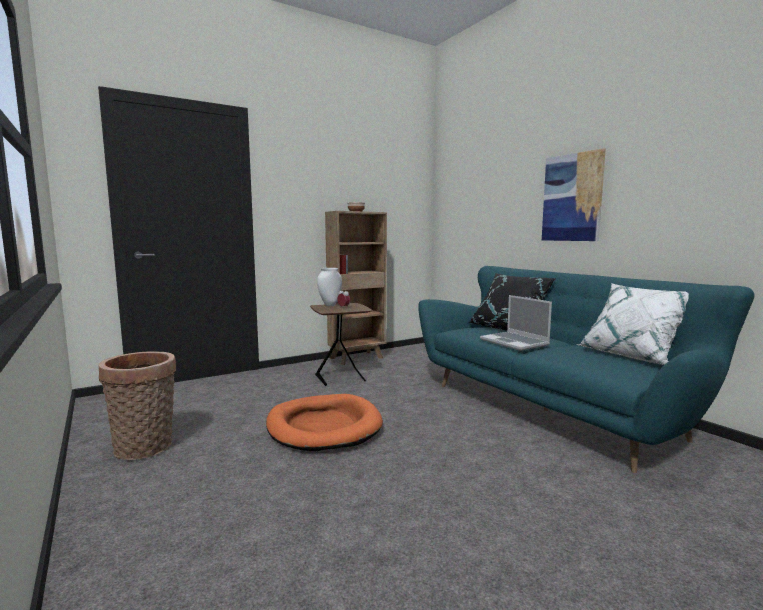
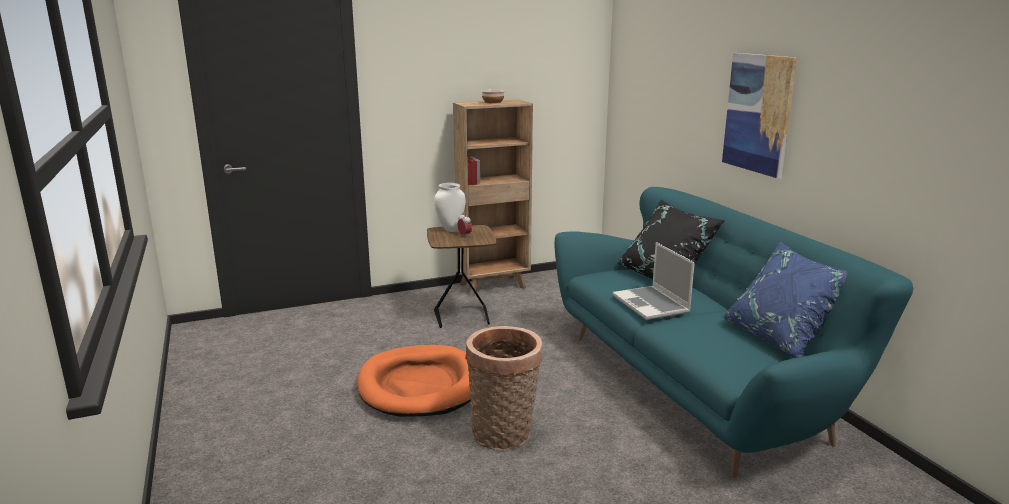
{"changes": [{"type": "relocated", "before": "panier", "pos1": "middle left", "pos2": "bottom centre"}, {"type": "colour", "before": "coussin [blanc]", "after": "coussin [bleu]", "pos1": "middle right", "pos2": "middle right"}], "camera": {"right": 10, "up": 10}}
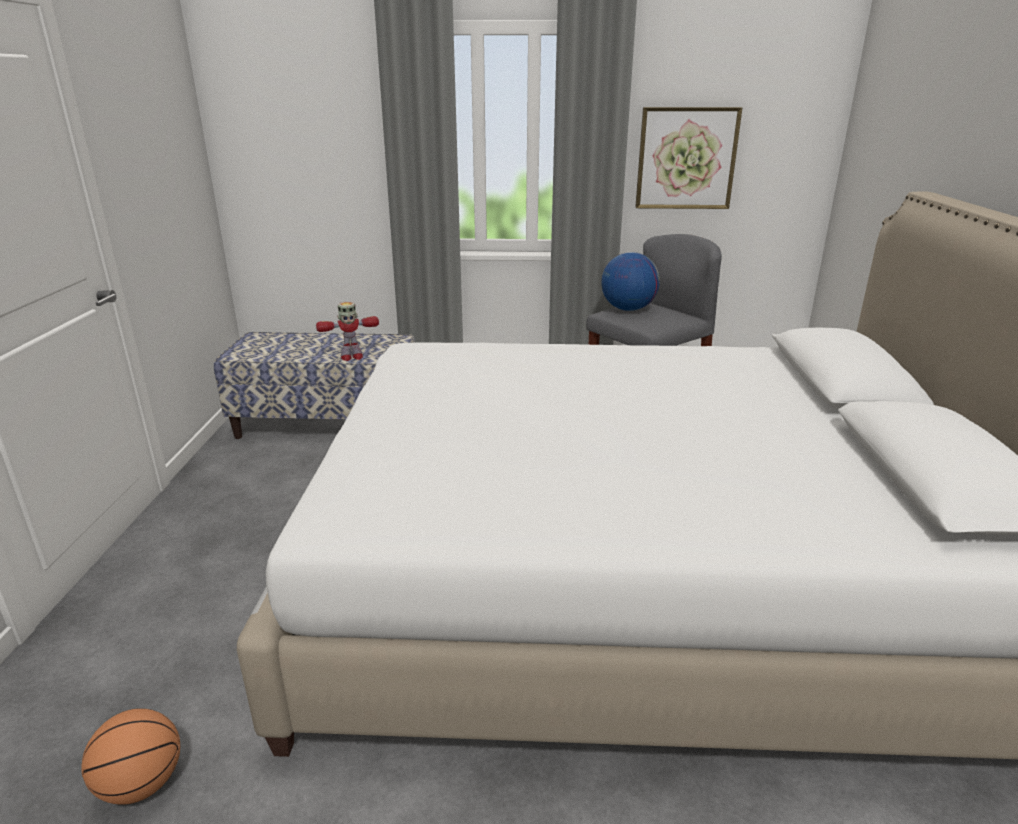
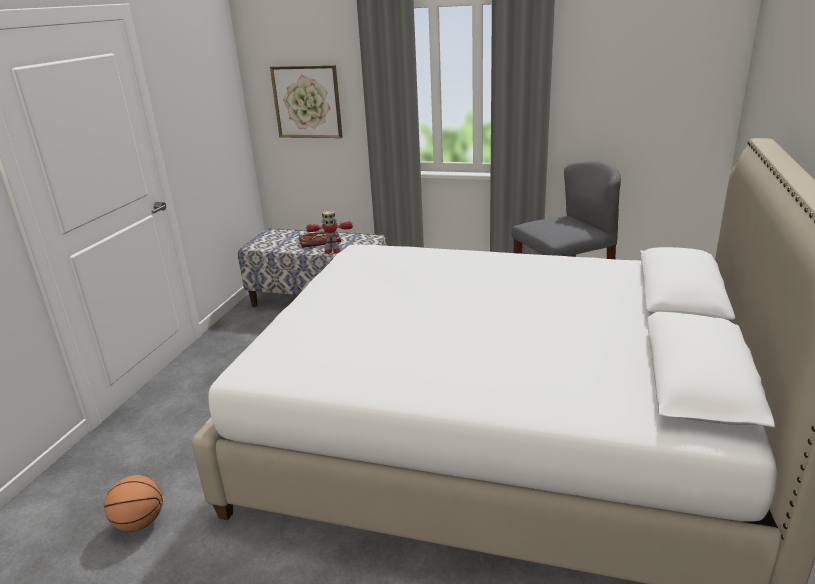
{"changes": [{"type": "missing", "before": "globe", "pos1": "centre"}, {"type": "relocated", "before": "tableau", "pos1": "top right", "pos2": "top centre"}, {"type": "appeared", "after": "livre", "pos2": "centre"}], "camera": {"right": 15, "up": 0}}
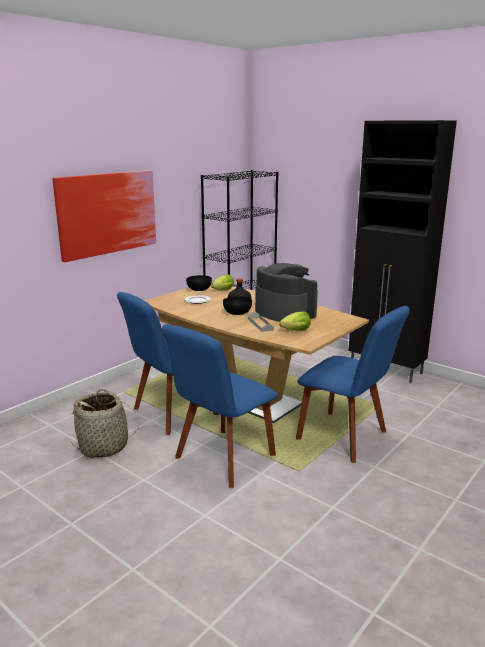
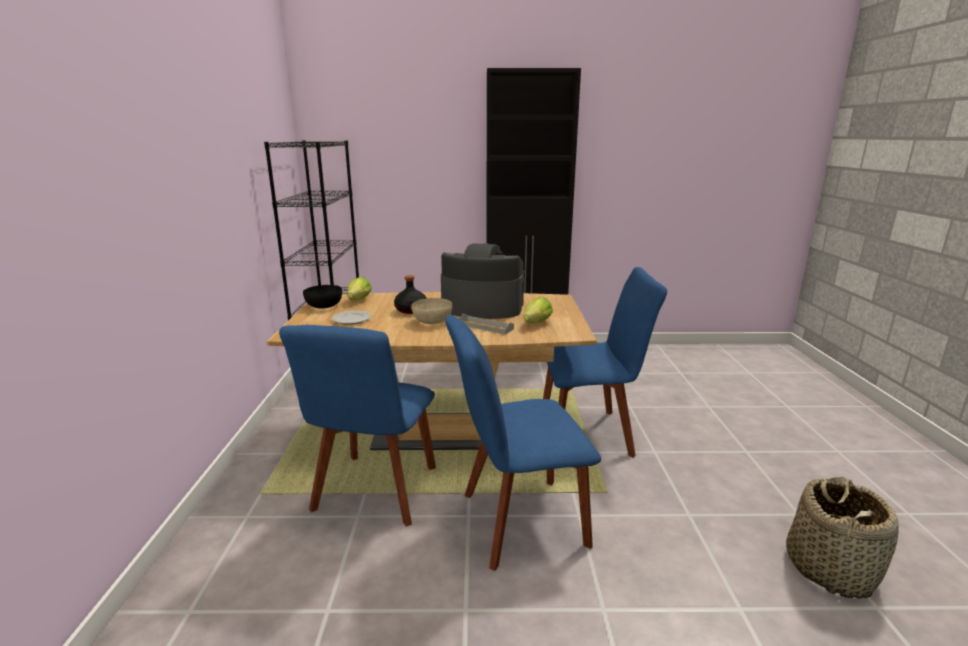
{"changes": [{"type": "missing", "before": "tableau", "pos1": "middle left"}, {"type": "relocated", "before": "panier", "pos1": "middle left", "pos2": "bottom right"}, {"type": "spun", "before": "chaise [bleu] (no. 2 from left)", "pos1": "centre", "pos2": "bottom centre", "turn": 75}, {"type": "colour", "before": "bol [noir] (no. 2 from left)", "after": "bol [beige]", "pos1": "centre", "pos2": "centre"}], "camera": {"right": -40, "up": 0}}
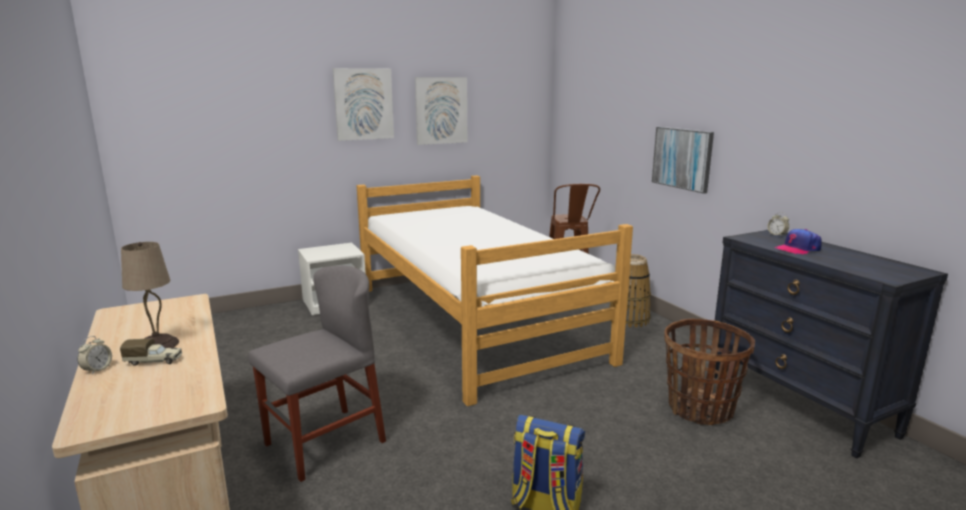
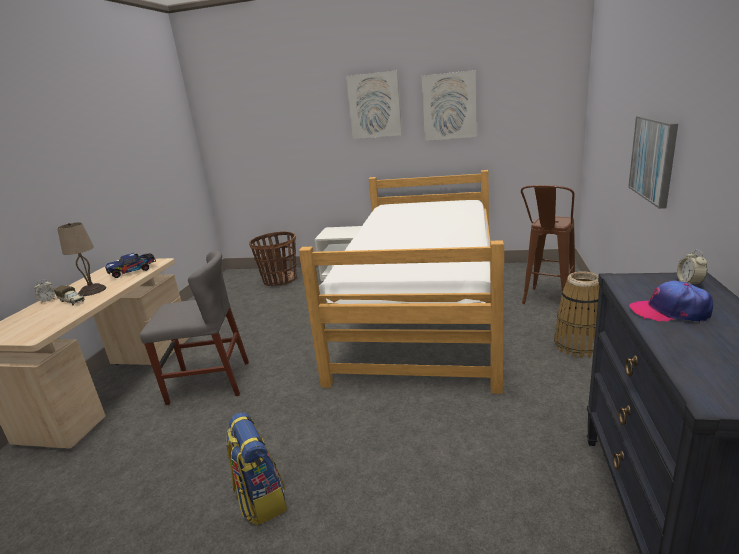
{"changes": [{"type": "relocated", "before": "panier (no. 2 from left in the first image)", "after": "panier (no. 1 from left)", "pos1": "bottom right", "pos2": "centre"}, {"type": "appeared", "after": "camion jouet (no. 2 from left)", "pos2": "middle left"}], "camera": {"right": 40, "up": 5}}
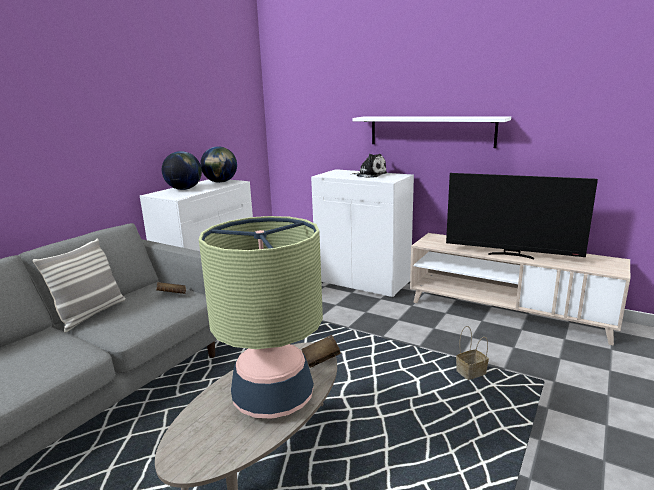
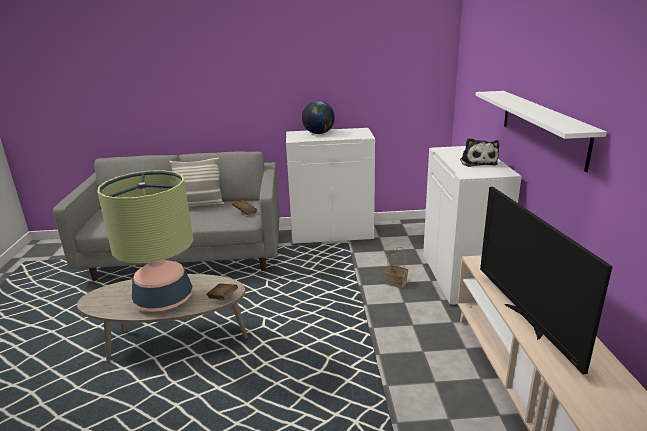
{"changes": [{"type": "missing", "before": "globe (no. 2 from left)", "pos1": "centre"}, {"type": "relocated", "before": "panier", "pos1": "bottom right", "pos2": "centre"}], "camera": {"right": 55, "up": 5}}
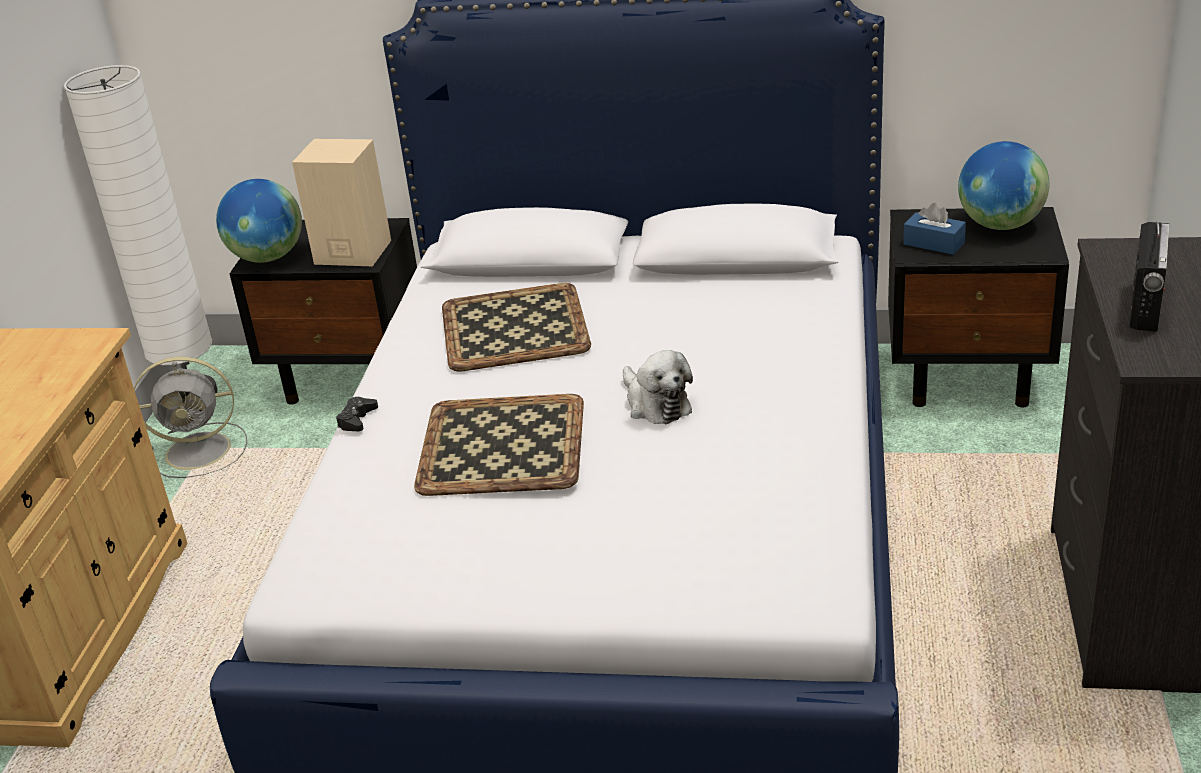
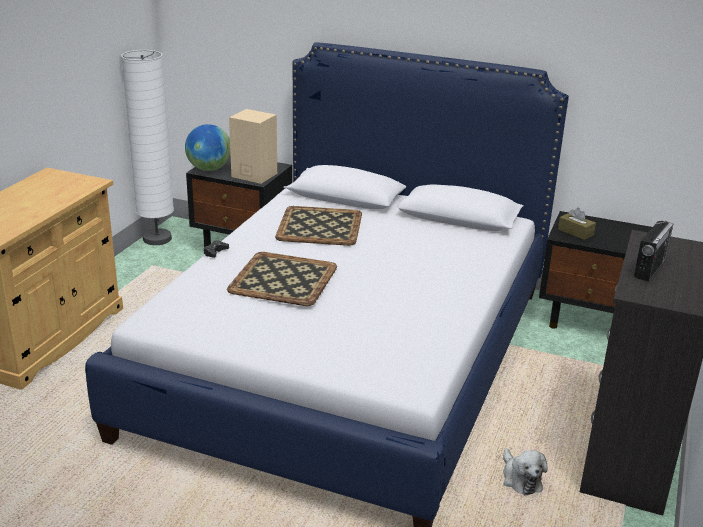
{"changes": [{"type": "missing", "before": "ventilateur [gris]", "pos1": "middle left"}, {"type": "relocated", "before": "peluche", "pos1": "centre", "pos2": "bottom right"}, {"type": "colour", "before": "boîte à mouchoirs [bleu]", "after": "boîte à mouchoirs [marron]", "pos1": "top right", "pos2": "middle right"}, {"type": "missing", "before": "globe (no. 2 from left)", "pos1": "top right"}], "camera": {"right": 10, "up": -5}}
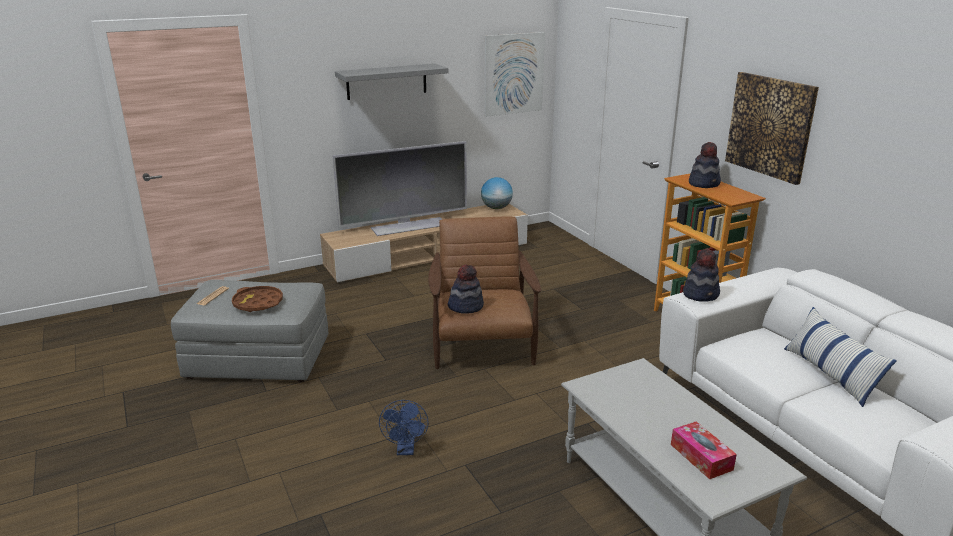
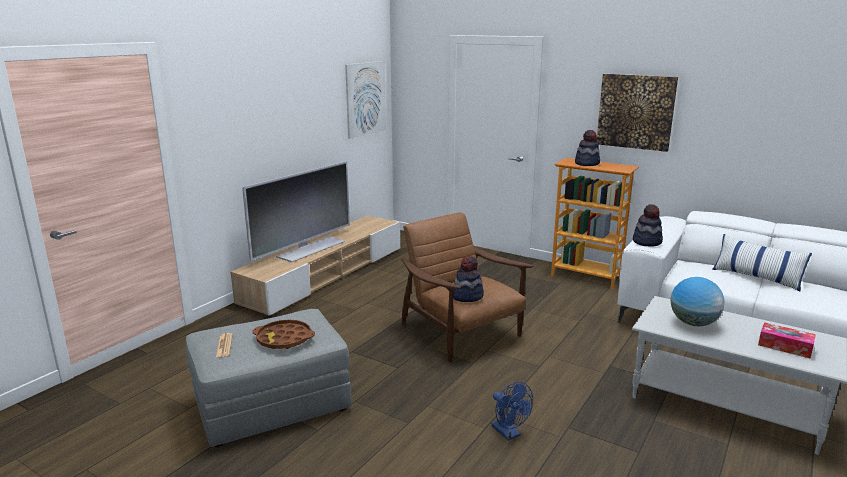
{"changes": [{"type": "missing", "before": "étagère [gris]", "pos1": "top centre"}, {"type": "relocated", "before": "globe", "pos1": "centre", "pos2": "middle right"}], "camera": {"right": -30, "up": -5}}
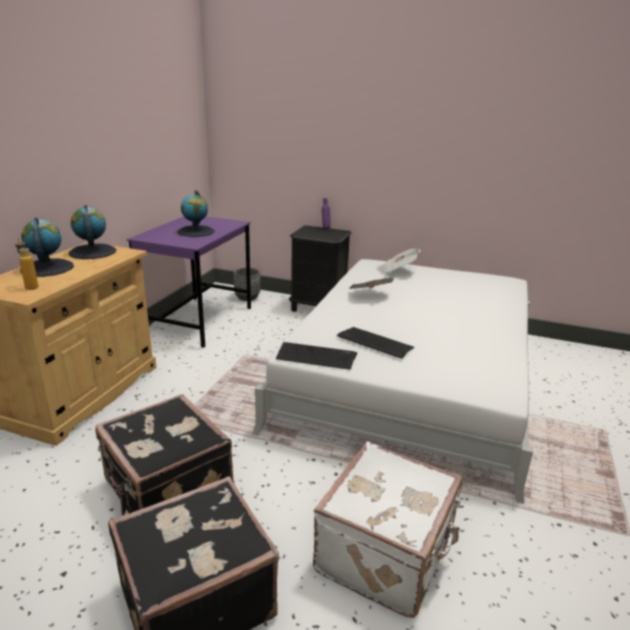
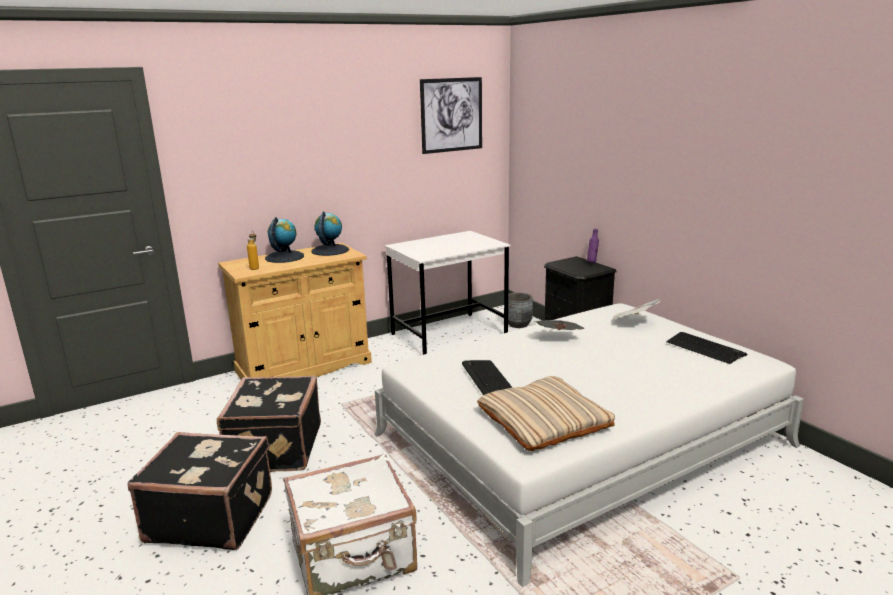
{"changes": [{"type": "colour", "before": "bureau [violet]", "after": "bureau [blanc]", "pos1": "middle left", "pos2": "centre"}, {"type": "missing", "before": "globe (no. 3 from left)", "pos1": "middle left"}, {"type": "relocated", "before": "clavier (no. 1 from left in the first image)", "after": "clavier (no. 2 from left)", "pos1": "centre", "pos2": "middle right"}, {"type": "appeared", "after": "tableau", "pos2": "top centre"}, {"type": "appeared", "after": "coussin [beige]", "pos2": "bottom centre"}], "camera": {"right": 40, "up": -5}}
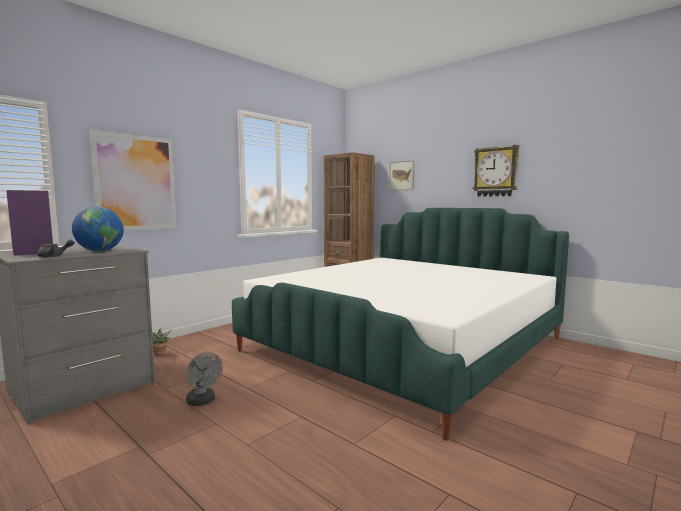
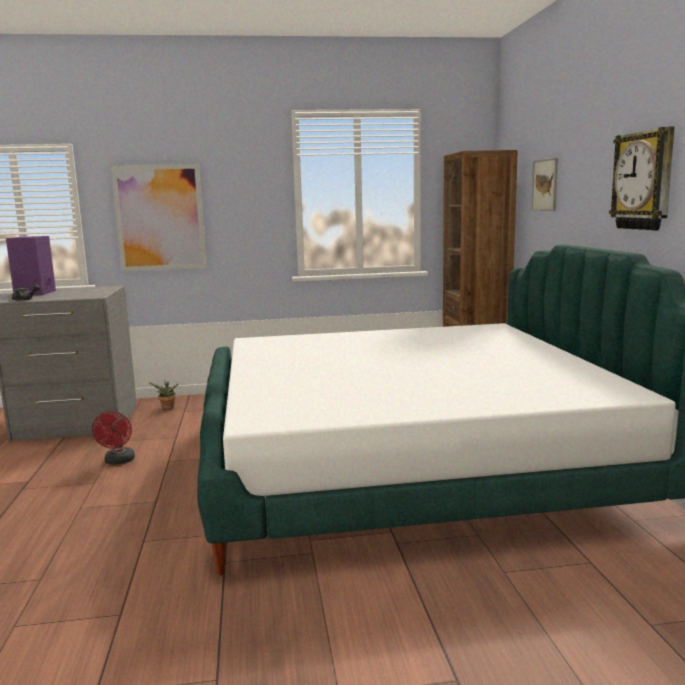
{"changes": [{"type": "missing", "before": "globe", "pos1": "middle left"}, {"type": "colour", "before": "ventilateur [gris]", "after": "ventilateur [rouge]", "pos1": "bottom left", "pos2": "middle left"}], "camera": {"right": 40, "up": 5}}
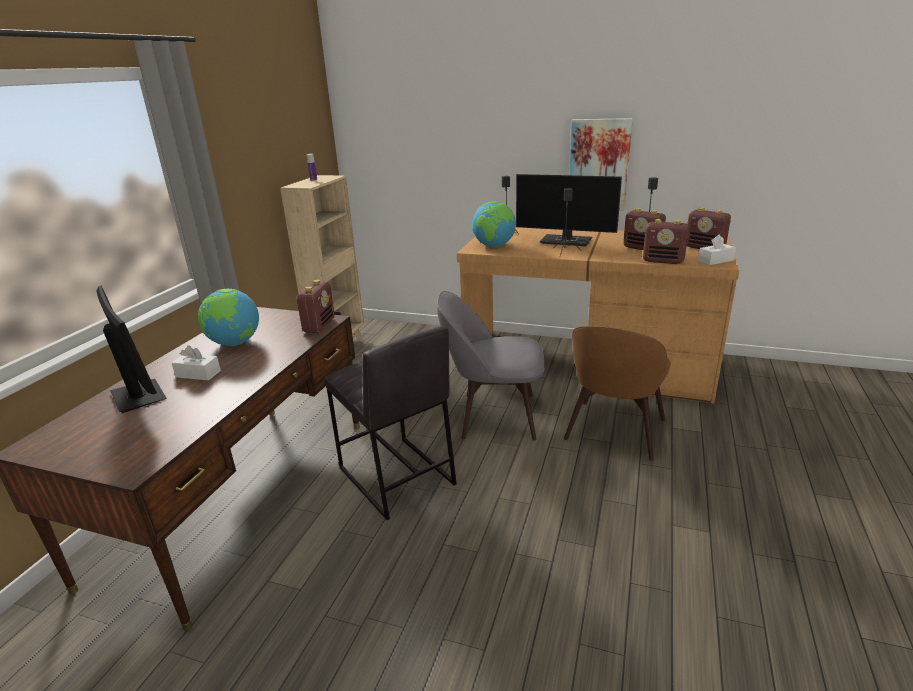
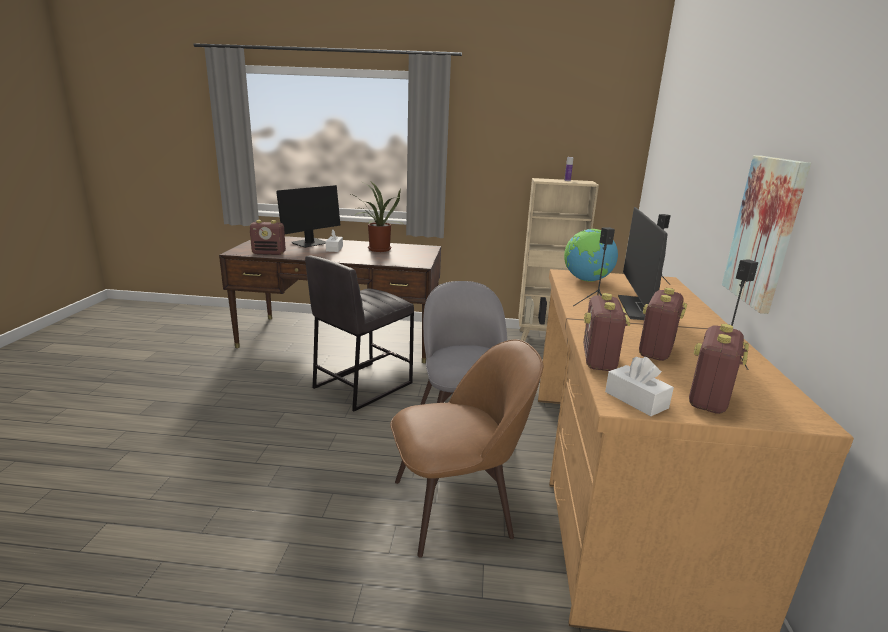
{"changes": [{"type": "exchanged", "before": "globe (no. 1 from left)", "after": "plante en pot", "pos1": "middle left", "pos2": "centre"}, {"type": "relocated", "before": "radio (no. 1 from left)", "pos1": "centre", "pos2": "middle left"}, {"type": "spun", "before": "chaise [marron]", "pos1": "middle right", "pos2": "bottom centre", "turn": 150}], "camera": {"right": 75, "up": -5}}
